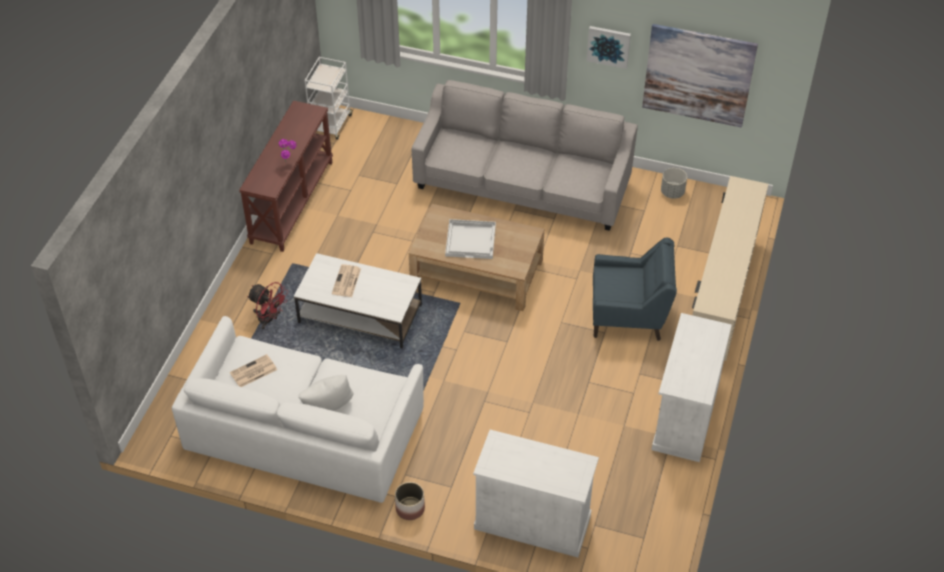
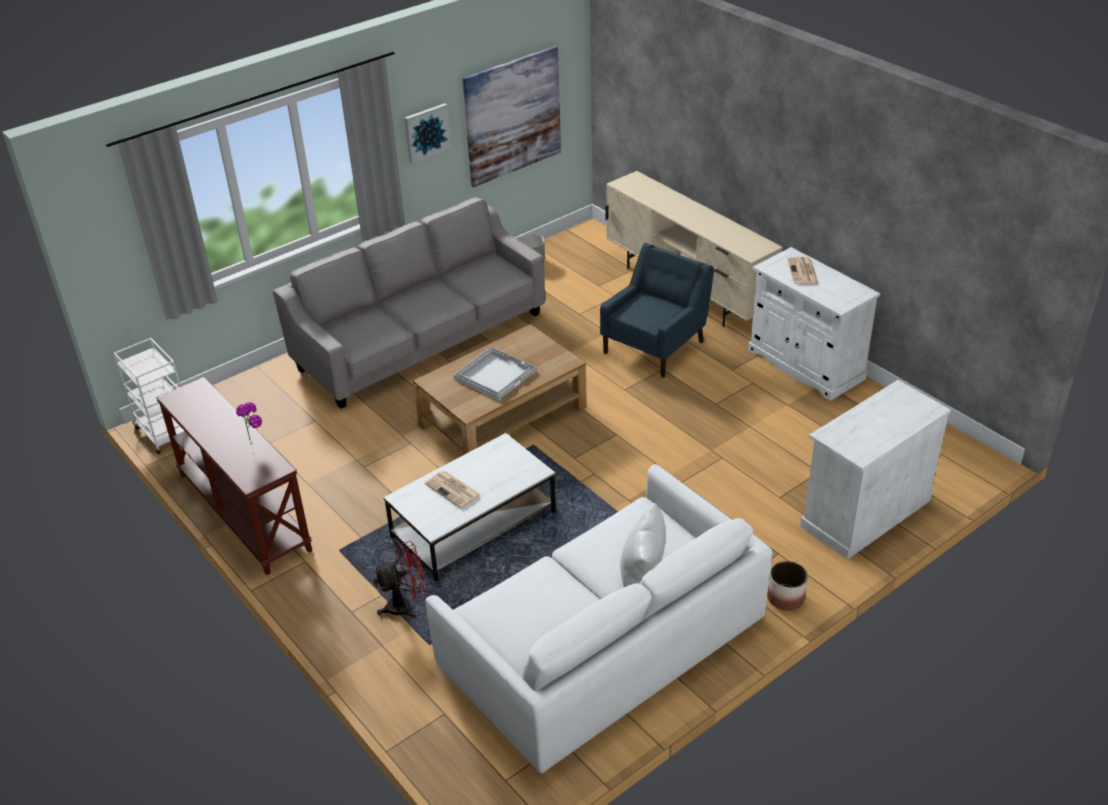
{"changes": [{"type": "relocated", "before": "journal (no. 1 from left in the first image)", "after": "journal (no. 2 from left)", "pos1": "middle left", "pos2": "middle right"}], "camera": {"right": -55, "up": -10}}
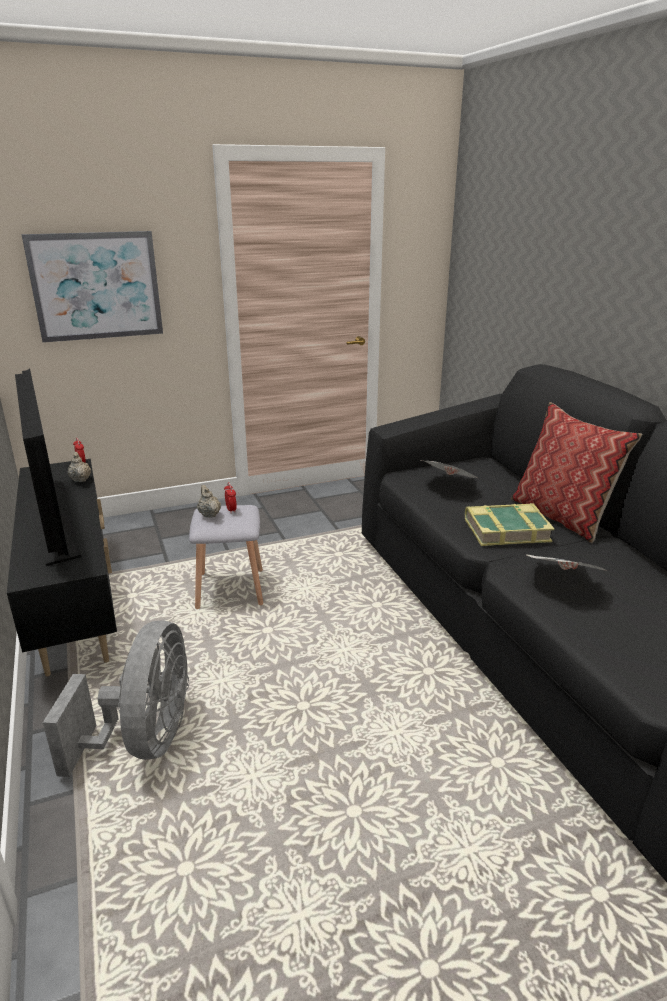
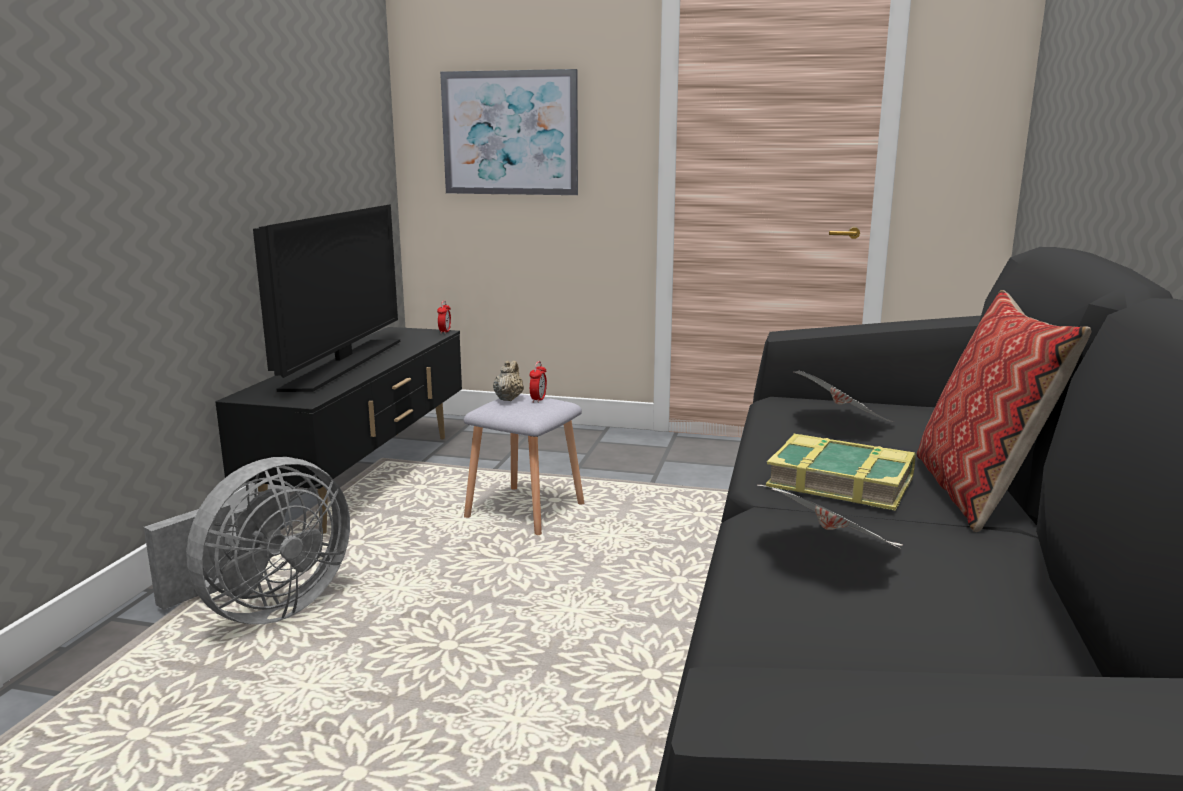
{"changes": [{"type": "missing", "before": "théière [beige] (no. 1 from left)", "pos1": "middle left"}], "camera": {"right": 35, "up": -10}}
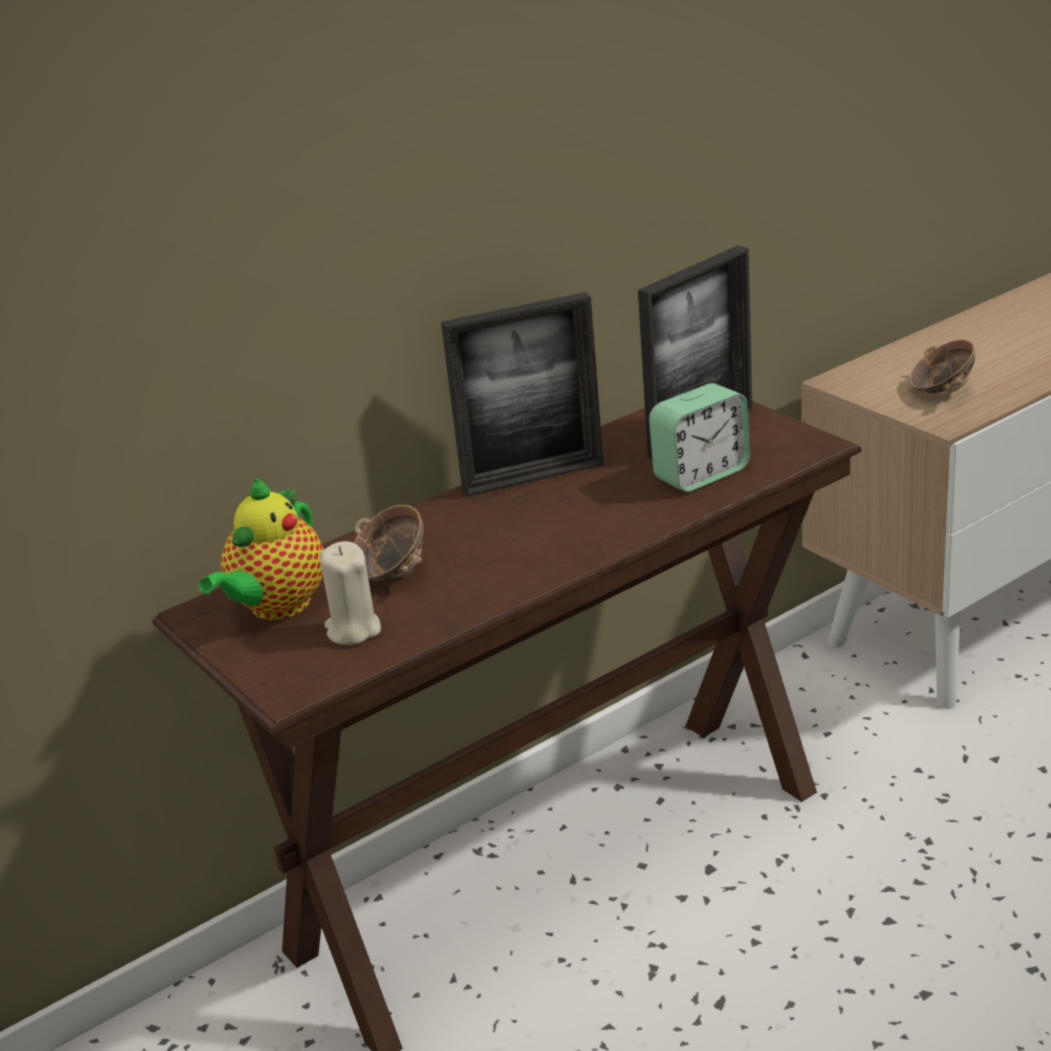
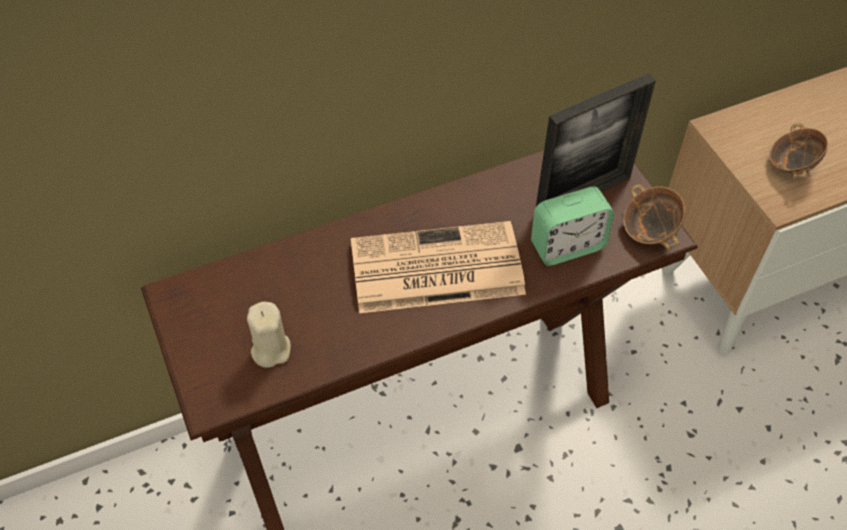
{"changes": [{"type": "missing", "before": "théière", "pos1": "middle left"}, {"type": "relocated", "before": "bol (no. 1 from left)", "pos1": "centre", "pos2": "middle right"}, {"type": "missing", "before": "cadre photo (no. 1 from left)", "pos1": "centre"}, {"type": "appeared", "after": "journal", "pos2": "centre"}], "camera": {"right": 10, "up": 25}}
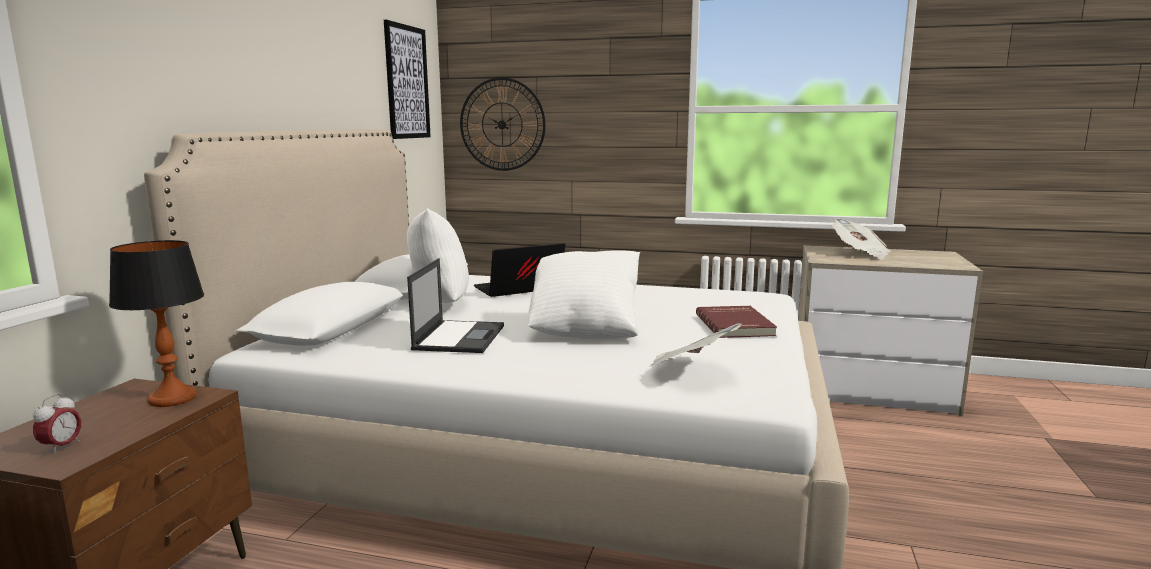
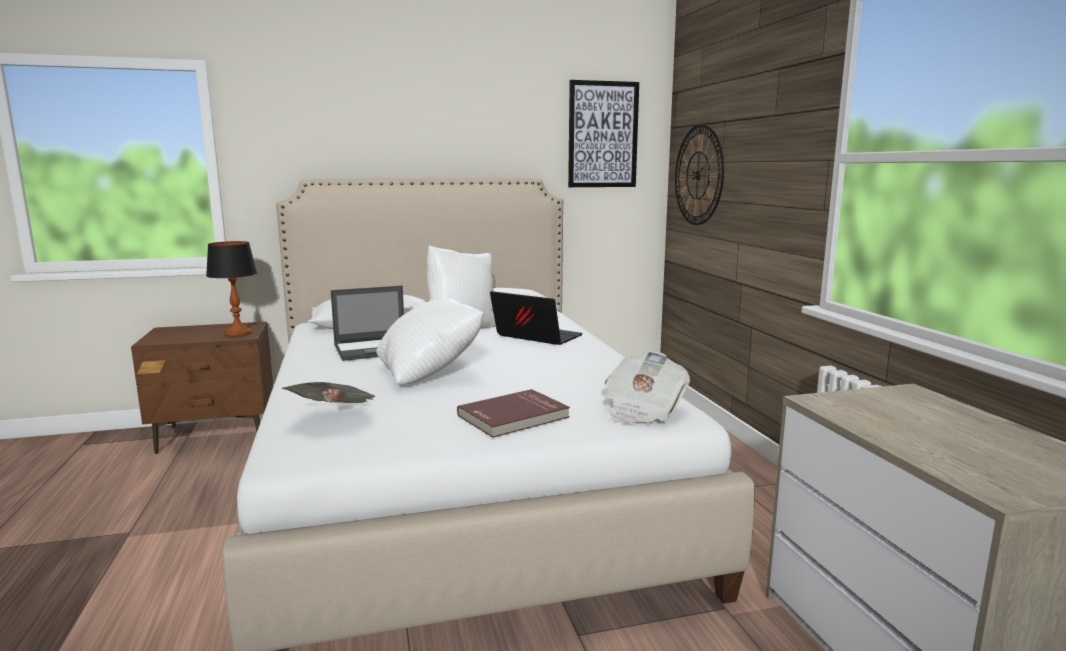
{"changes": [{"type": "missing", "before": "réveil", "pos1": "bottom left"}, {"type": "relocated", "before": "journal (no. 2 from left)", "pos1": "middle right", "pos2": "centre"}], "camera": {"right": 60, "up": 0}}
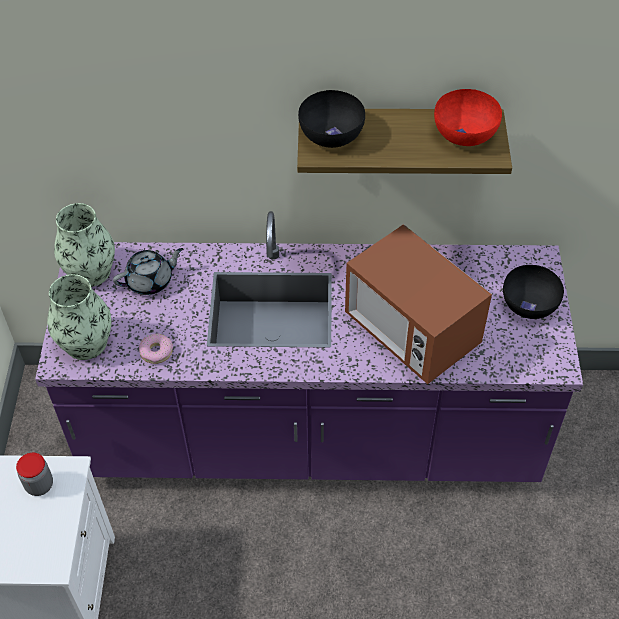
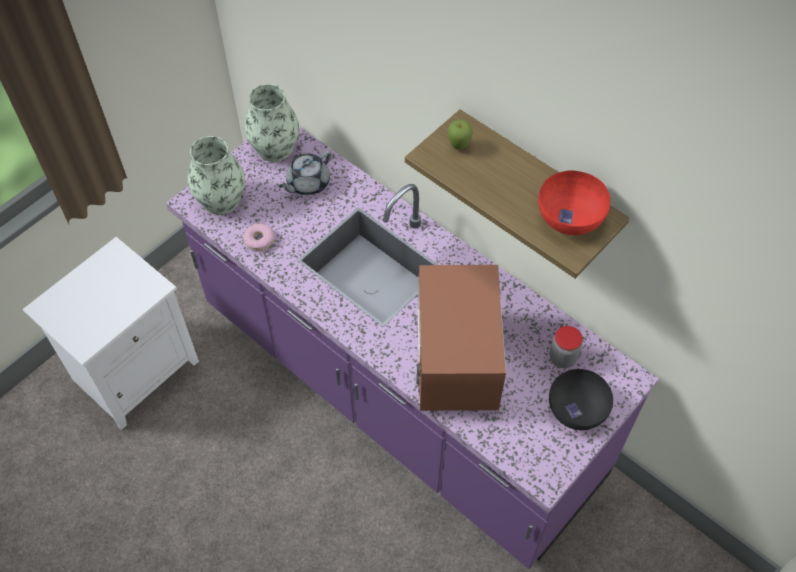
{"changes": [{"type": "relocated", "before": "bocal", "pos1": "bottom left", "pos2": "middle right"}, {"type": "spun", "before": "théière [gris]", "pos1": "middle left", "pos2": "top centre", "turn": 120}, {"type": "exchanged", "before": "bol [noir] (no. 1 from left)", "after": "pomme", "pos1": "top centre", "pos2": "top centre"}], "camera": {"right": 40, "up": 5}}
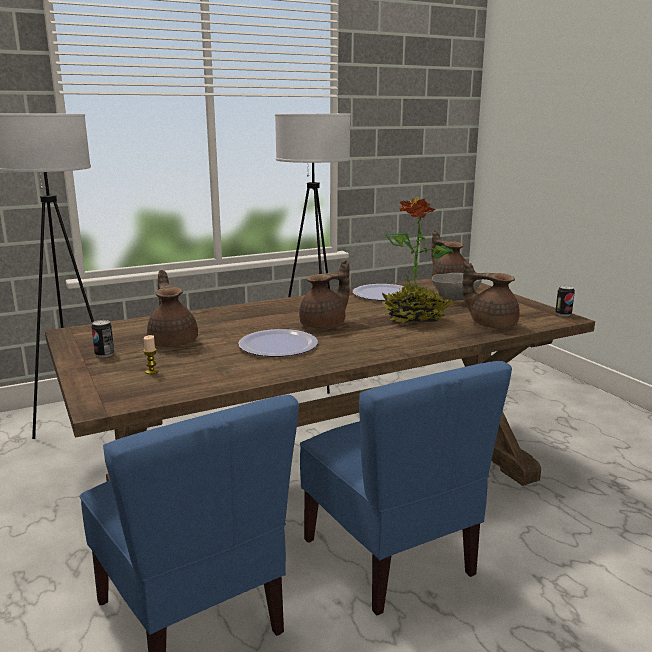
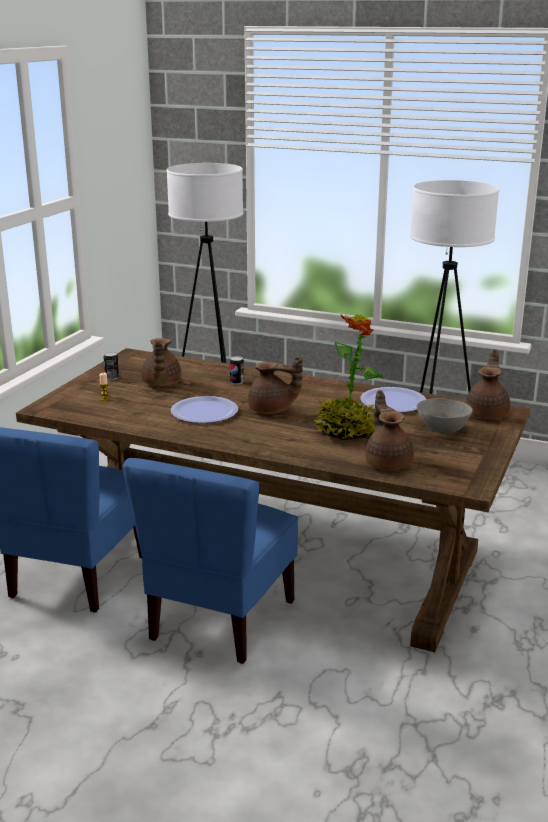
{"changes": [{"type": "spun", "before": "théière [marron] (no. 1 from left)", "pos1": "middle left", "pos2": "middle left", "turn": 150}, {"type": "relocated", "before": "boîte métallique (no. 2 from left)", "pos1": "middle right", "pos2": "centre"}], "camera": {"right": 50, "up": 5}}
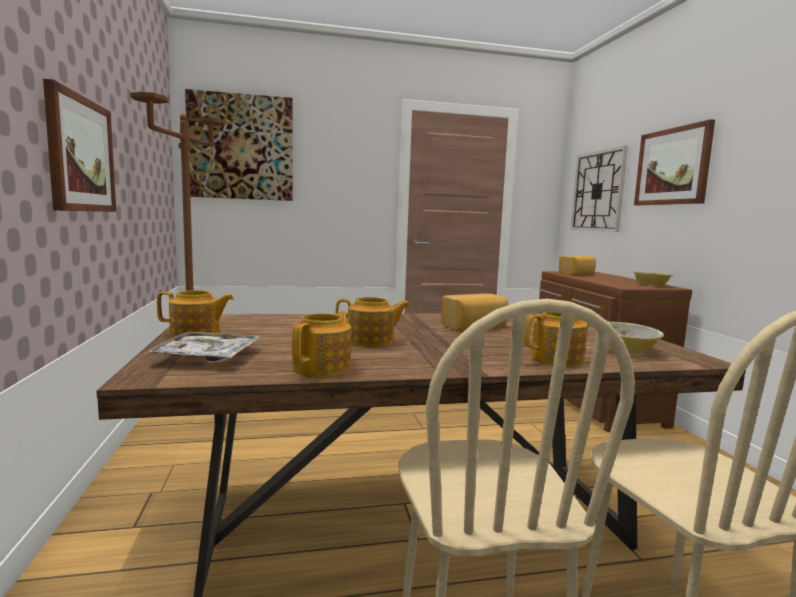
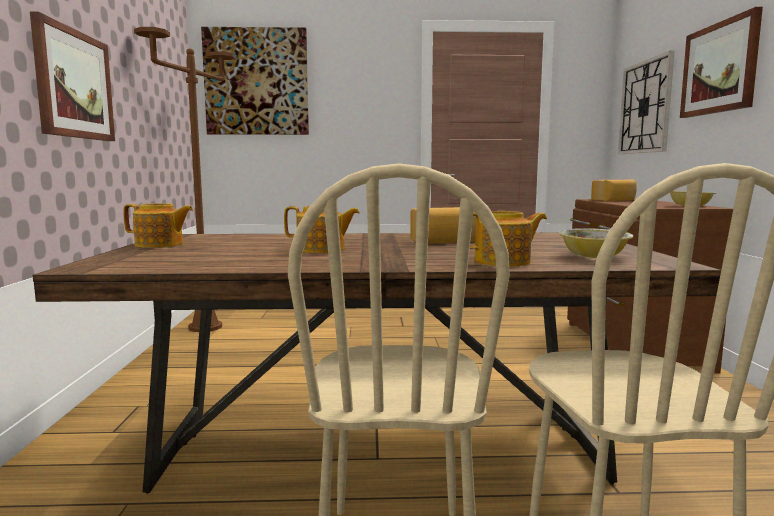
{"changes": [{"type": "missing", "before": "plateau", "pos1": "middle left"}, {"type": "missing", "before": "théière (no. 2 from left)", "pos1": "centre"}], "camera": {"right": 10, "up": 0}}
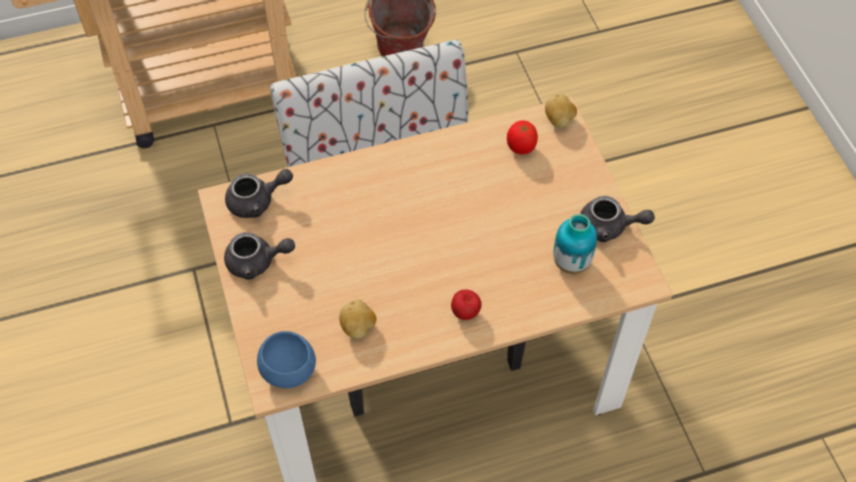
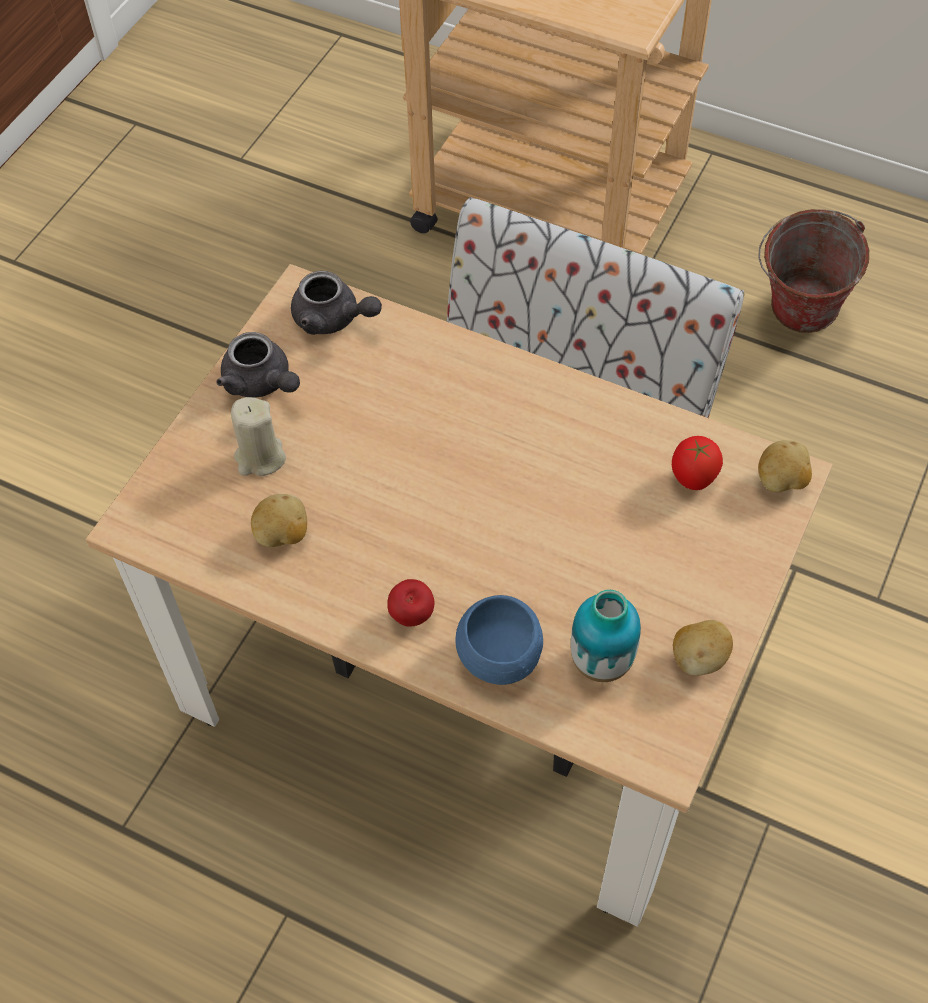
{"changes": [{"type": "relocated", "before": "bol [bleu]", "pos1": "bottom centre", "pos2": "centre"}, {"type": "exchanged", "before": "théière [gris] (no. 3 from left)", "after": "pomme de terre (no. 2 from left)", "pos1": "middle right", "pos2": "middle right"}, {"type": "appeared", "after": "bougie [beige]", "pos2": "middle left"}], "camera": {"right": 45, "up": 0}}
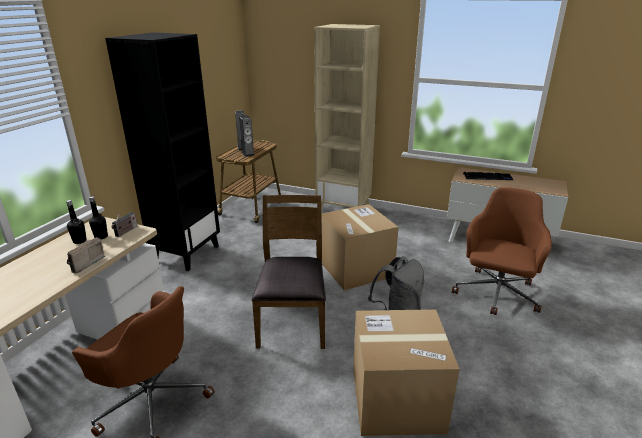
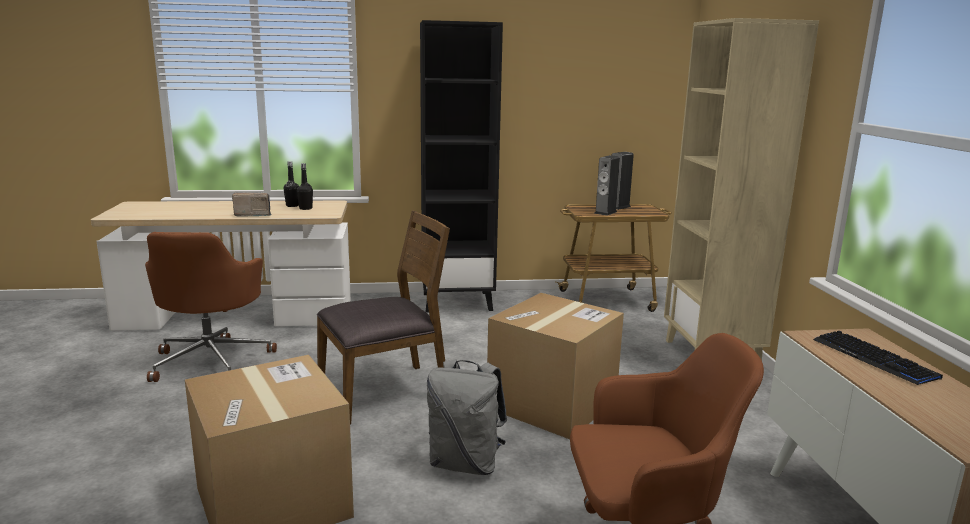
{"changes": [{"type": "missing", "before": "radio (no. 2 from left)", "pos1": "middle left"}], "camera": {"right": 60, "up": -10}}
